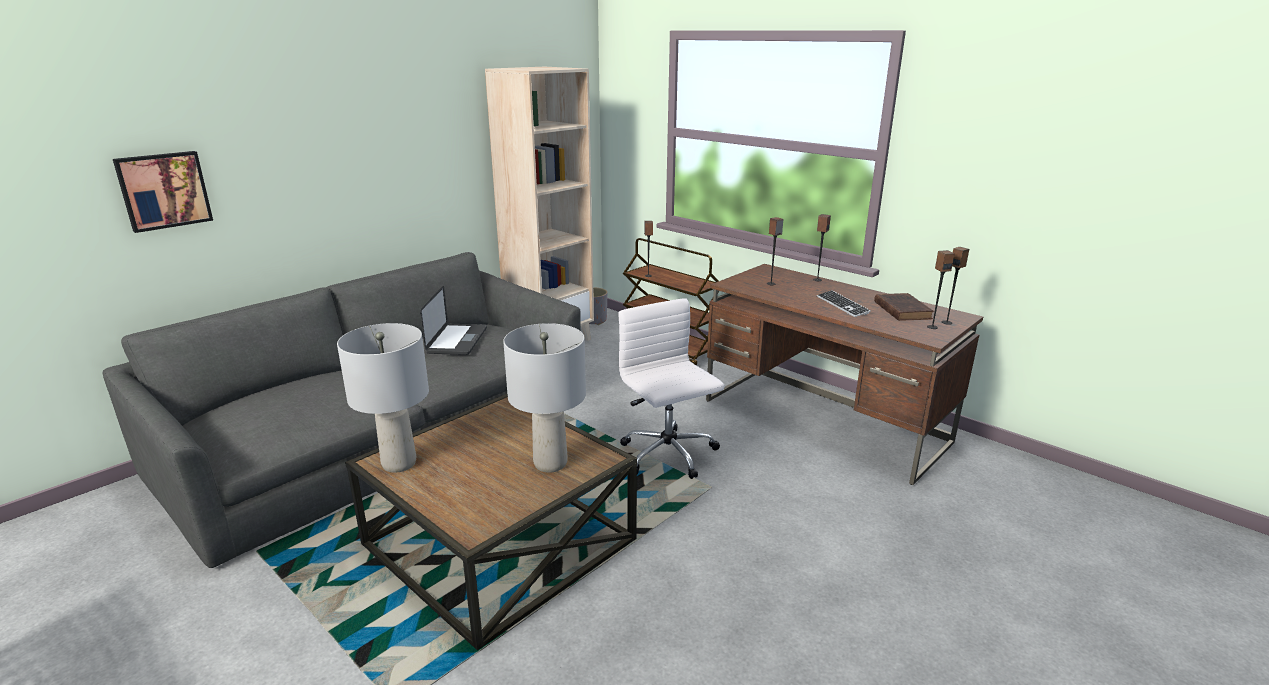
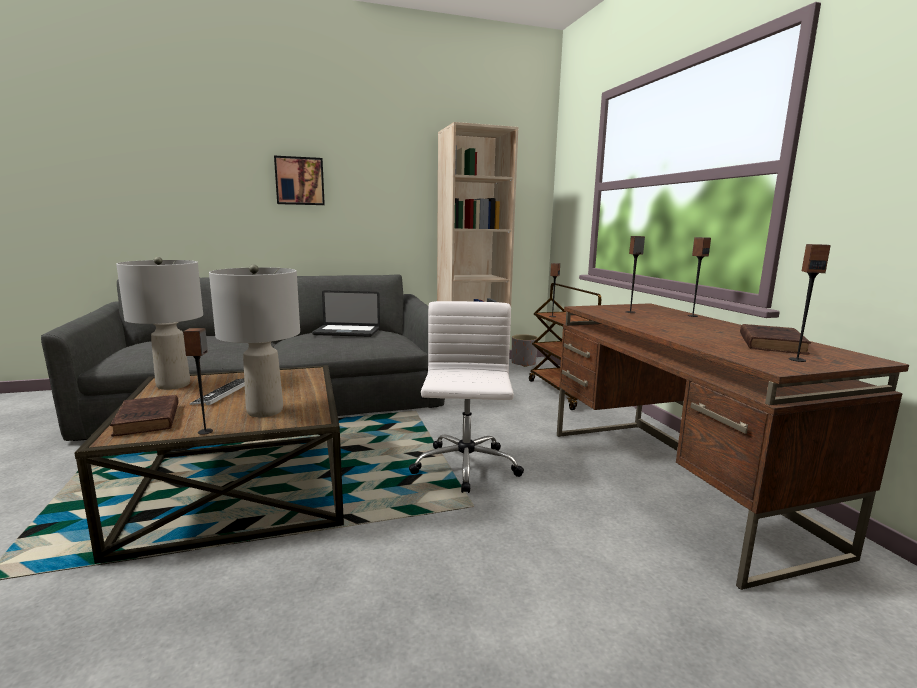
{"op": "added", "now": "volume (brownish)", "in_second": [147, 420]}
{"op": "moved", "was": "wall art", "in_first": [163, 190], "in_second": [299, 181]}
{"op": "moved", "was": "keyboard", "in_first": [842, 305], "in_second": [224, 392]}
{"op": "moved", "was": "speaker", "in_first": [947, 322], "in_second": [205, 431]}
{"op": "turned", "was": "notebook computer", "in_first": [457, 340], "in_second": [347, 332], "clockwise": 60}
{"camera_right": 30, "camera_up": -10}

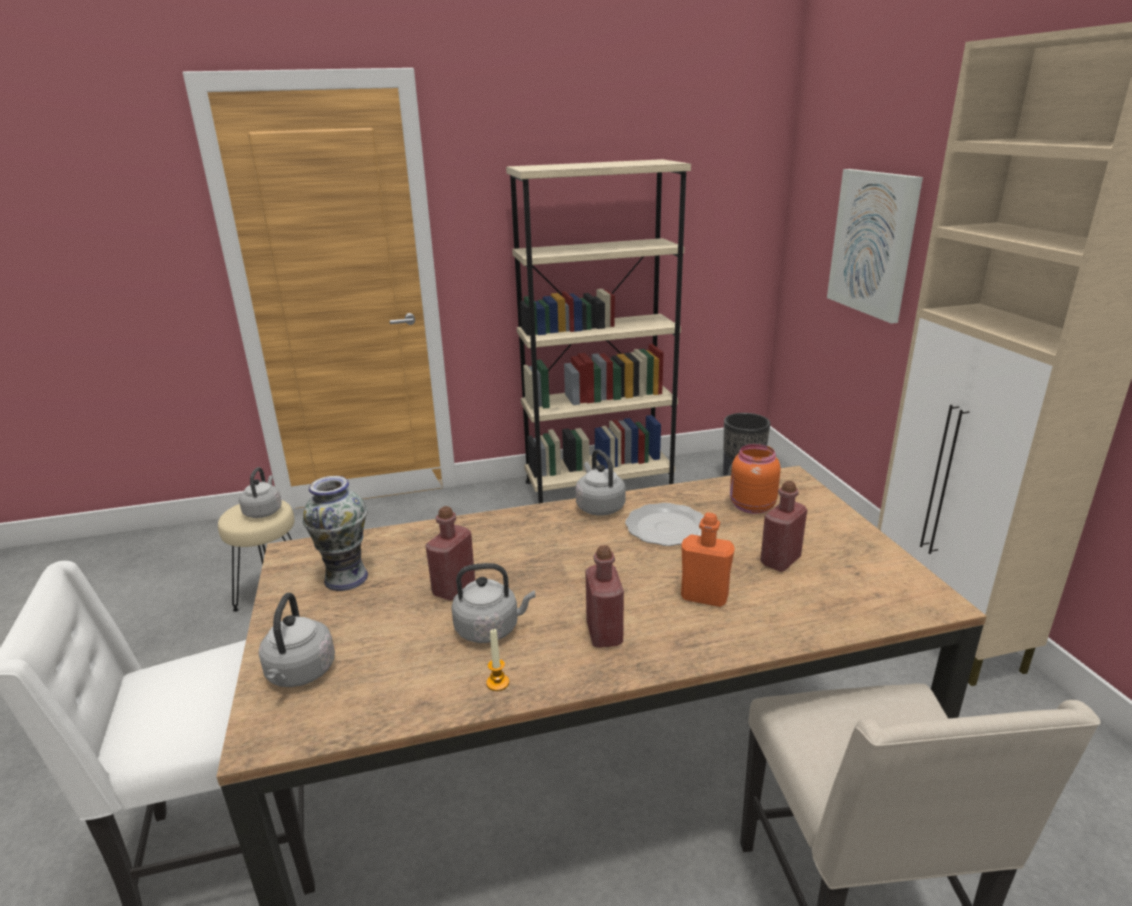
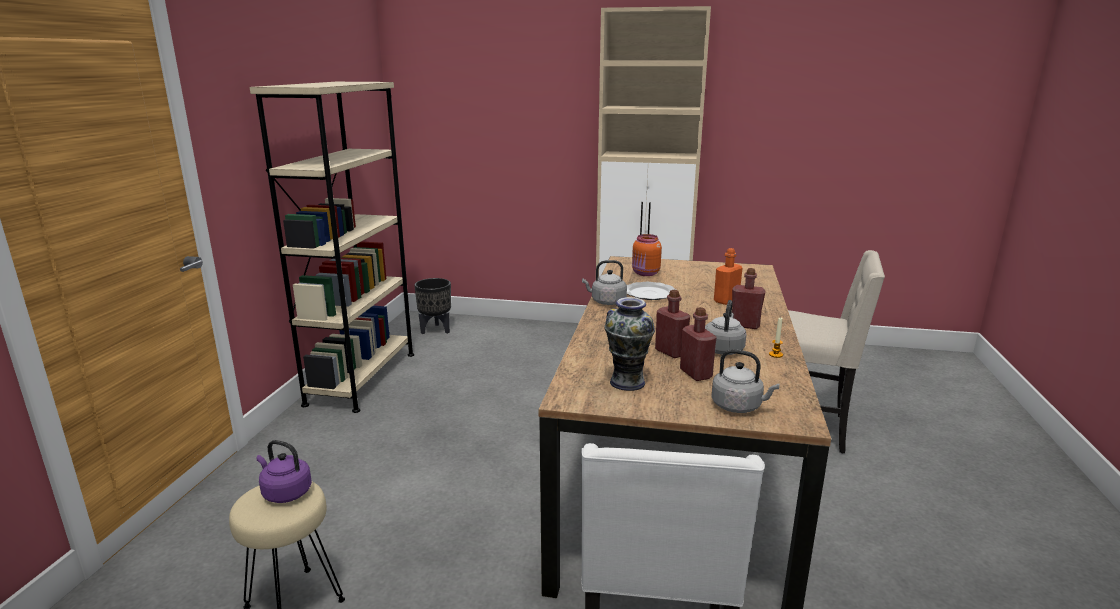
{"op": "removed", "was": "wall art", "in_first": [873, 243]}
{"op": "moved", "was": "drink bottle (red-coloured)", "in_first": [780, 561], "in_second": [695, 374]}
{"op": "recoloured", "was": "kettle (gray)", "now": "kettle (purple)", "in_first": [264, 511], "in_second": [285, 492]}
{"camera_right": -65, "camera_up": -5}

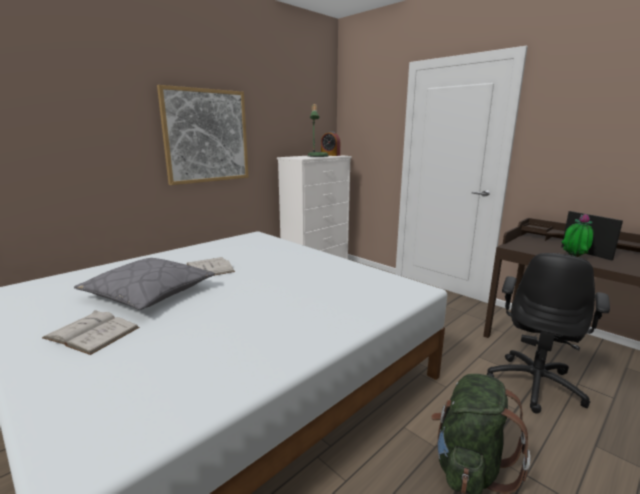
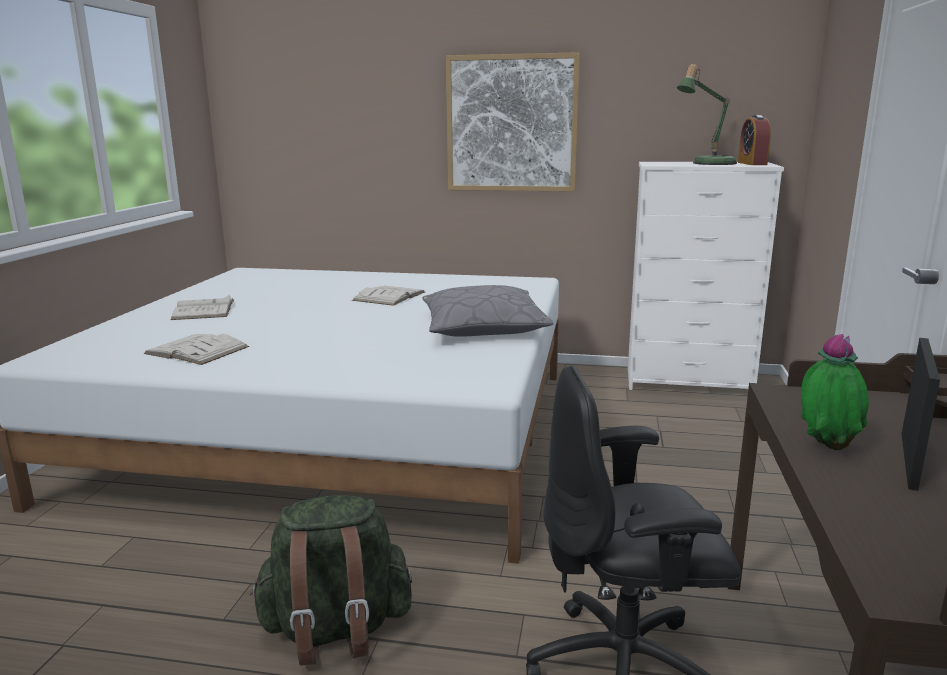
{"op": "added", "now": "volume (whitish)", "in_second": [197, 350]}
{"op": "moved", "was": "cushion (gray)", "in_first": [149, 293], "in_second": [483, 327]}
{"camera_right": 55, "camera_up": 0}

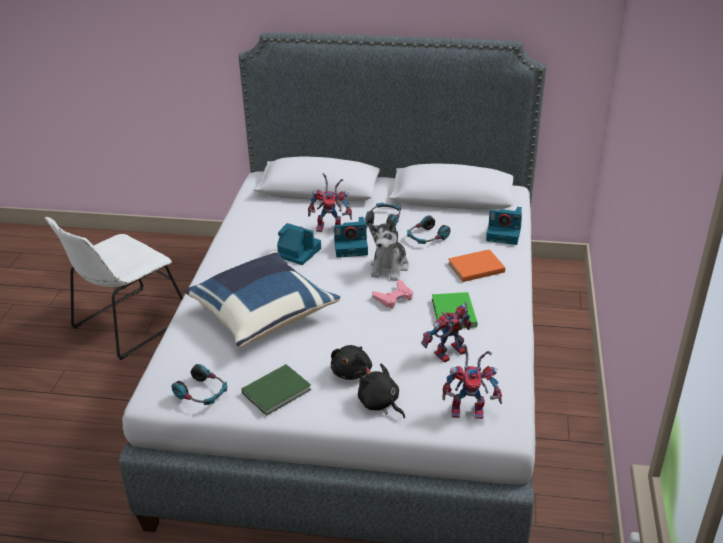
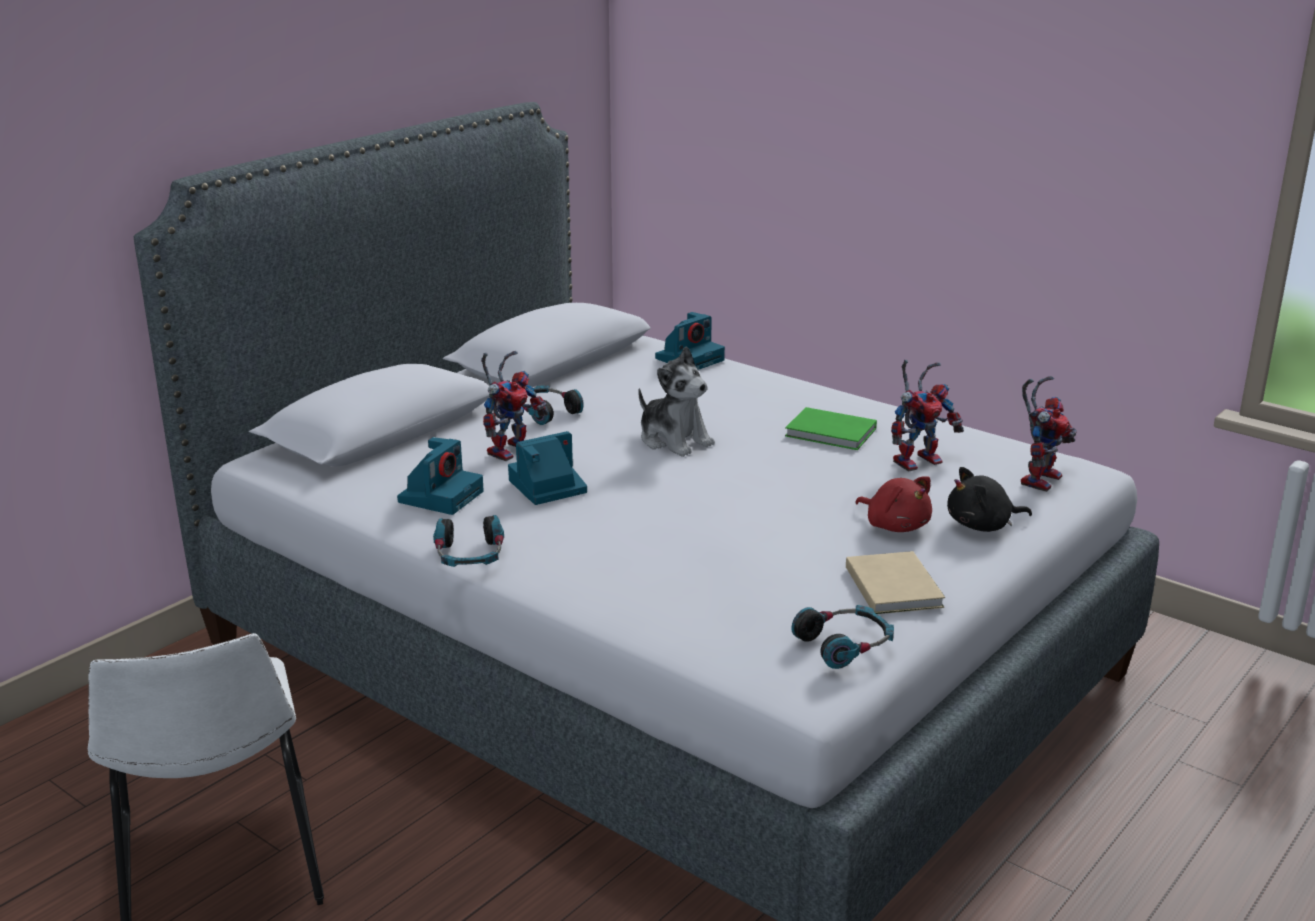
{"op": "removed", "was": "cushion (bluish)", "in_first": [262, 314]}
{"op": "removed", "was": "game controller (pink)", "in_first": [394, 297]}
{"op": "removed", "was": "volume (orangey)", "in_first": [474, 267]}
{"op": "moved", "was": "still camera", "in_first": [351, 246], "in_second": [441, 496]}
{"op": "moved", "was": "pair of headphones", "in_first": [427, 237], "in_second": [470, 556]}
{"op": "recoloured", "was": "volume (greenish)", "now": "volume (sand-coloured)", "in_first": [278, 391], "in_second": [894, 585]}
{"op": "recoloured", "was": "plush toy (black-coloured)", "now": "plush toy (red-coloured)", "in_first": [352, 372], "in_second": [895, 525]}
{"op": "turned", "was": "model robot", "in_first": [449, 355], "in_second": [918, 460], "clockwise": -120}
{"camera_right": -60, "camera_up": -10}

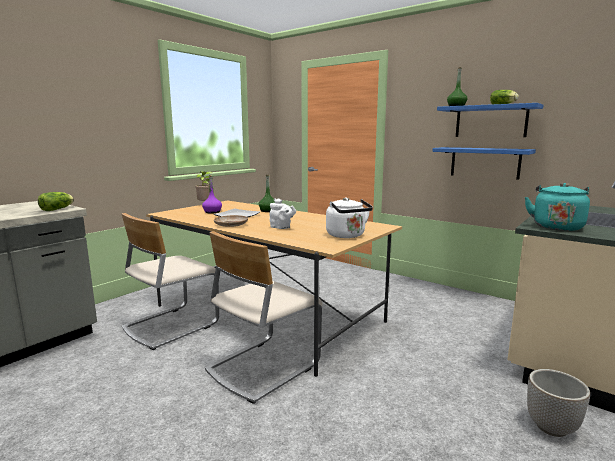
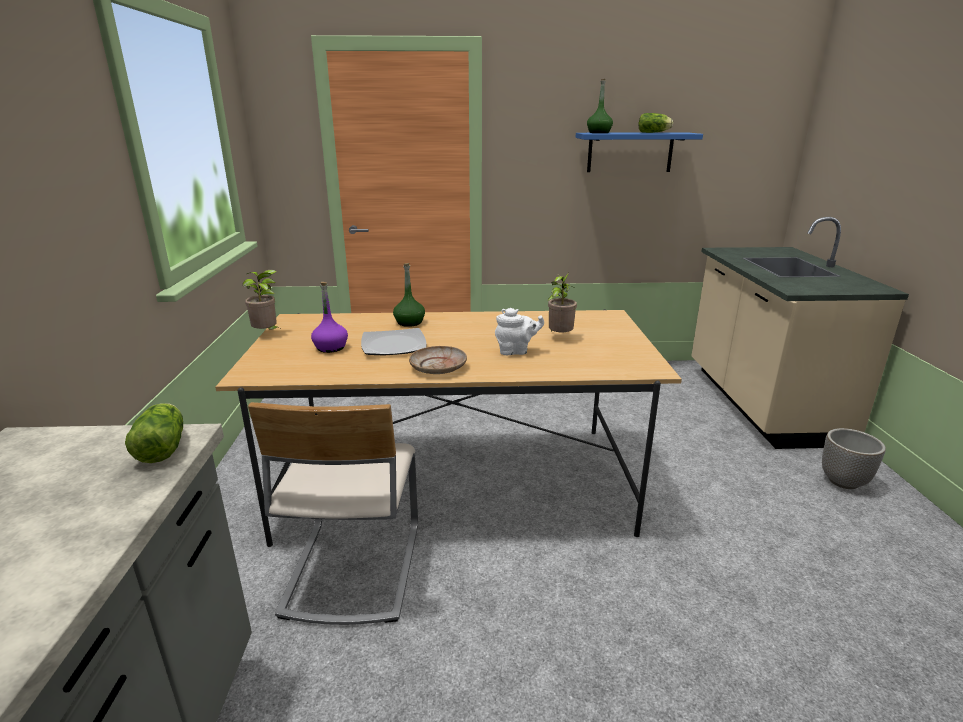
{"op": "removed", "was": "plain chair (sand-coloured)", "in_first": [262, 367]}
{"op": "removed", "was": "kettle (whitish)", "in_first": [347, 236]}
{"op": "removed", "was": "bracket shelf (bluish)", "in_first": [485, 162]}
{"op": "removed", "was": "kettle (blue-green)", "in_first": [556, 226]}
{"op": "added", "now": "plant in a pot", "in_second": [559, 337]}
{"camera_right": -40, "camera_up": 10}

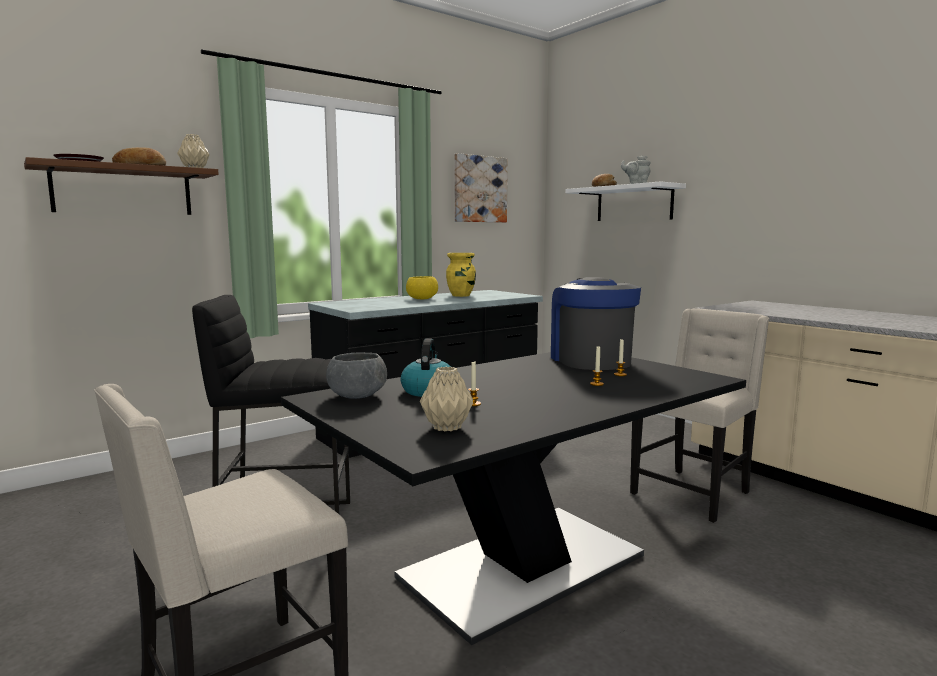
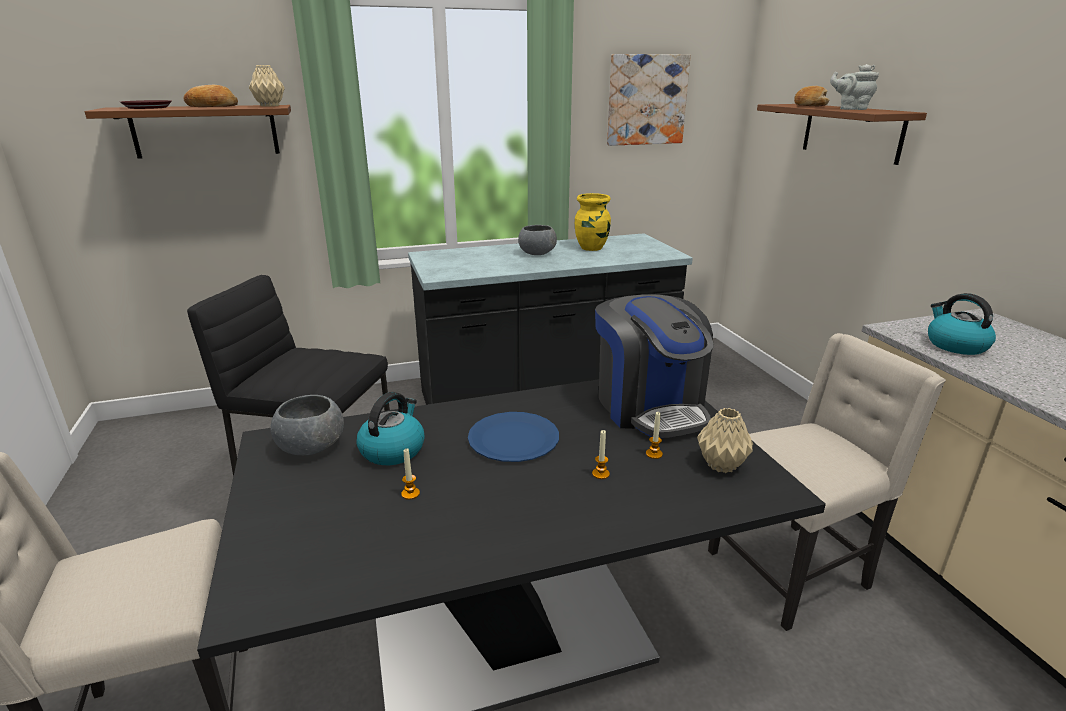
{"op": "added", "now": "flat dish (bluish)", "in_second": [513, 439]}
{"op": "added", "now": "kettle", "in_second": [955, 345]}
{"op": "moved", "was": "flower vase (sand-coloured)", "in_first": [447, 427], "in_second": [722, 465]}
{"op": "recoloured", "was": "serving bowl (yellow)", "now": "serving bowl (gray)", "in_first": [422, 299], "in_second": [537, 253]}
{"op": "recoloured", "was": "bracket shelf (whitish)", "now": "bracket shelf (brownish)", "in_first": [634, 203], "in_second": [851, 132]}
{"op": "turned", "was": "coffee brewer", "in_first": [590, 360], "in_second": [650, 407], "clockwise": 150}
{"camera_right": 20, "camera_up": 15}

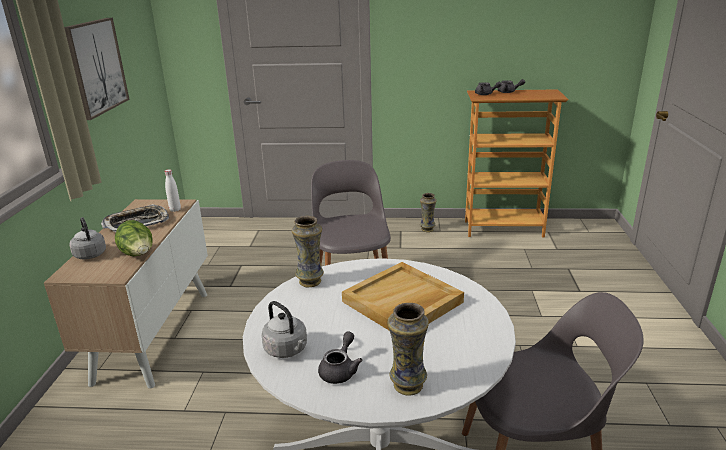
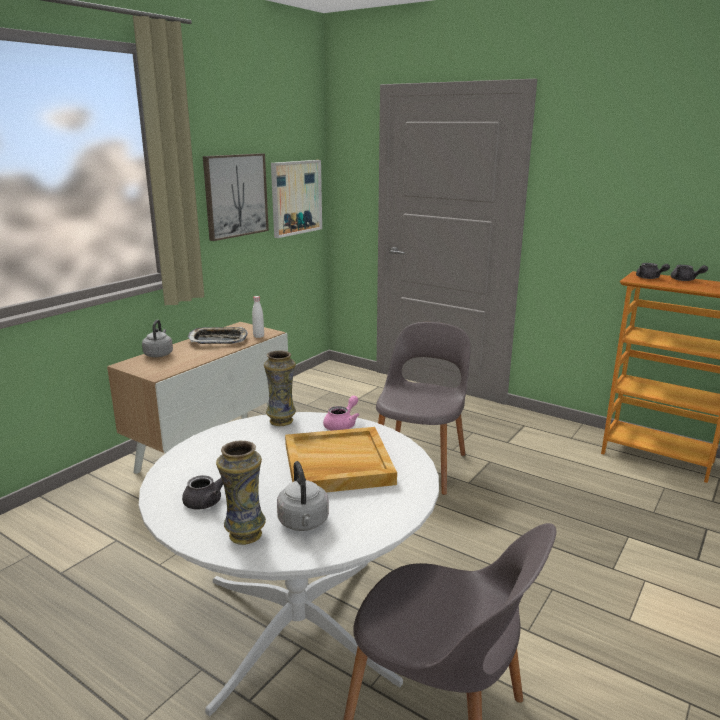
{"op": "removed", "was": "lettuce head", "in_first": [138, 255]}
{"op": "removed", "was": "flower vase", "in_first": [427, 229]}
{"op": "added", "now": "wall art", "in_second": [296, 197]}
{"op": "added", "now": "teapot (pink)", "in_second": [342, 425]}
{"op": "moved", "was": "kettle (gray)", "in_first": [287, 350], "in_second": [304, 523]}
{"camera_right": 30, "camera_up": -5}

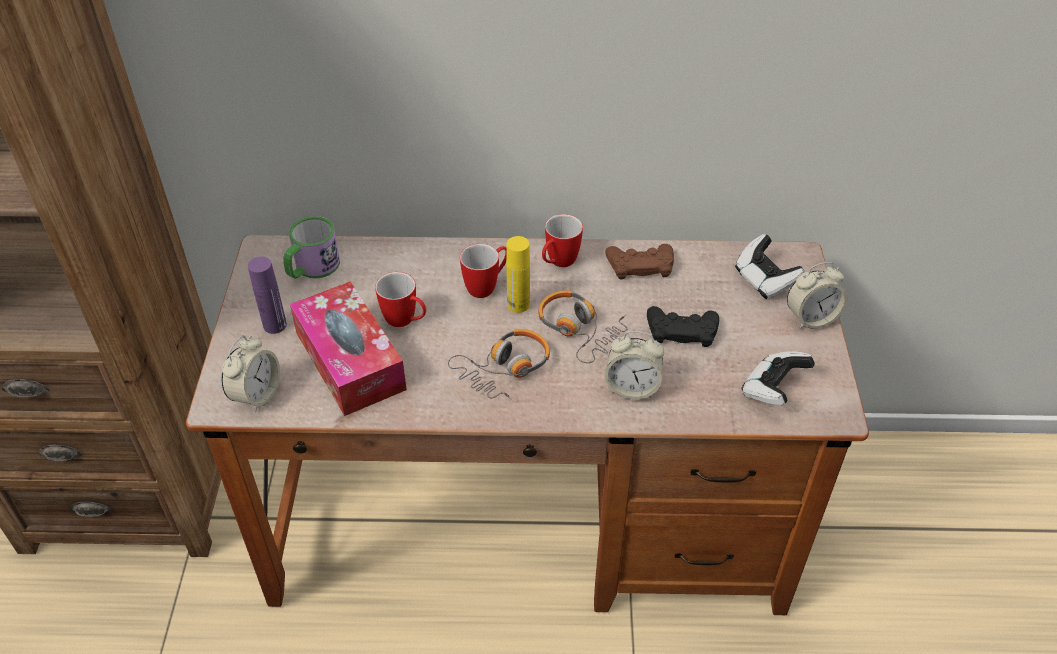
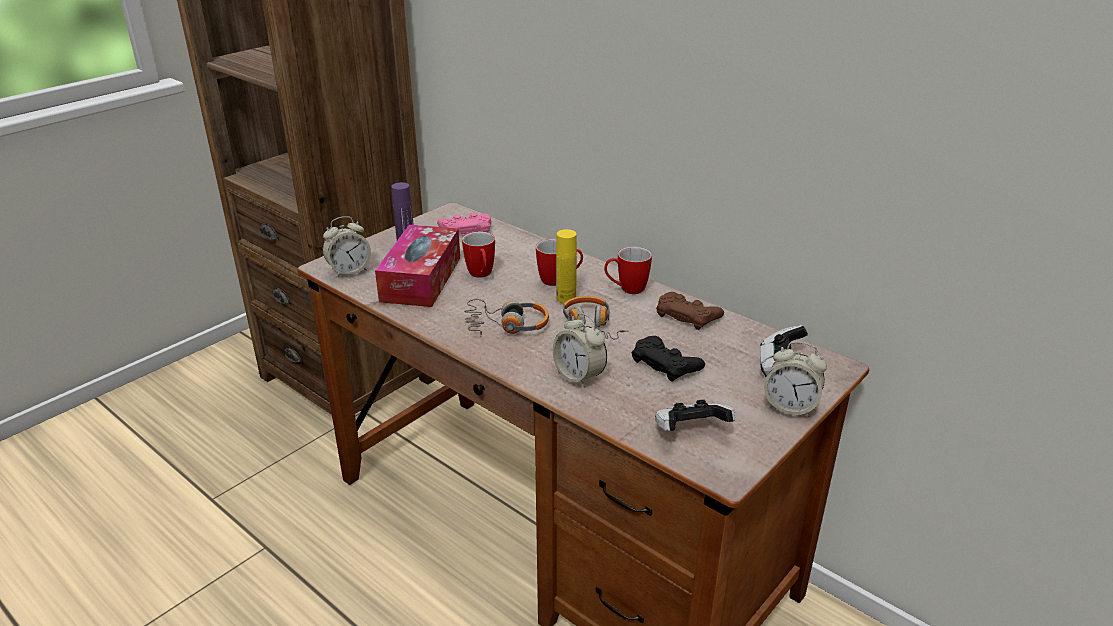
{"op": "replaced", "was": "mug", "now": "game controller (pink)", "in_first": [312, 268], "in_second": [466, 229]}
{"camera_right": 40, "camera_up": -15}

